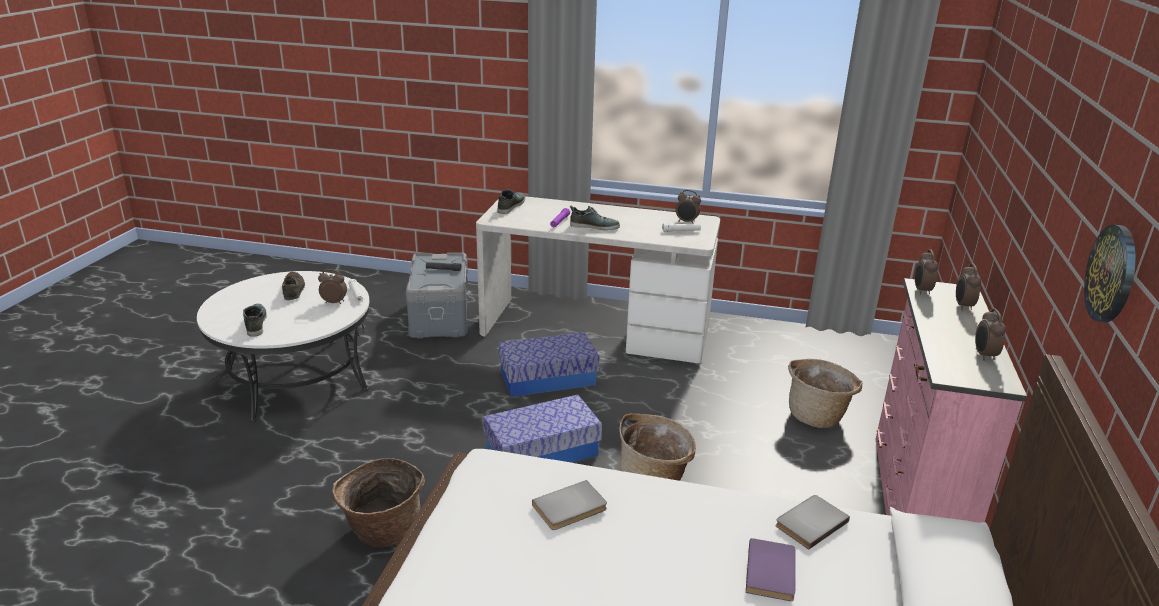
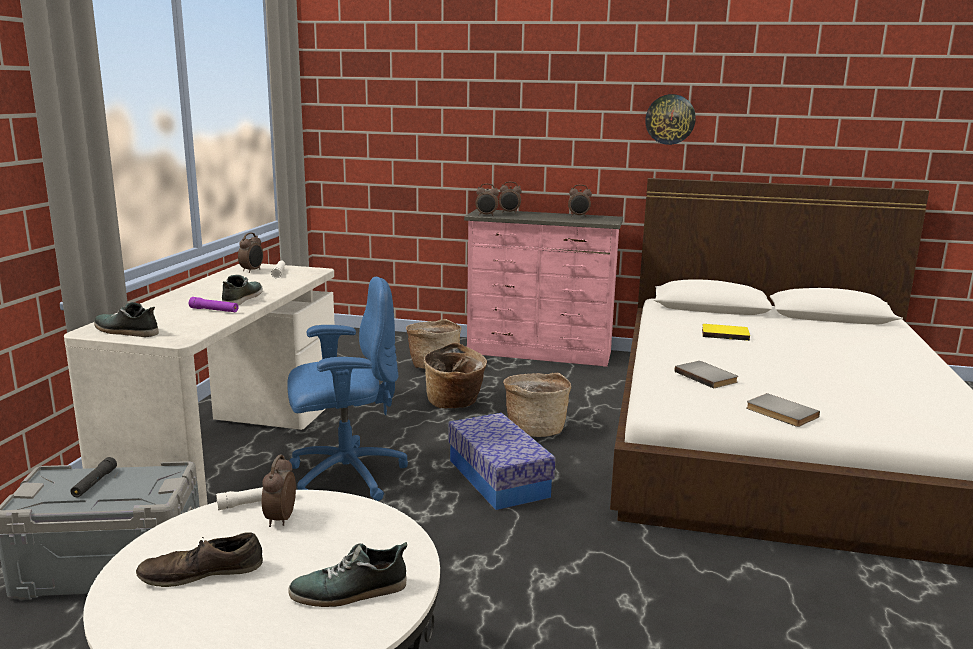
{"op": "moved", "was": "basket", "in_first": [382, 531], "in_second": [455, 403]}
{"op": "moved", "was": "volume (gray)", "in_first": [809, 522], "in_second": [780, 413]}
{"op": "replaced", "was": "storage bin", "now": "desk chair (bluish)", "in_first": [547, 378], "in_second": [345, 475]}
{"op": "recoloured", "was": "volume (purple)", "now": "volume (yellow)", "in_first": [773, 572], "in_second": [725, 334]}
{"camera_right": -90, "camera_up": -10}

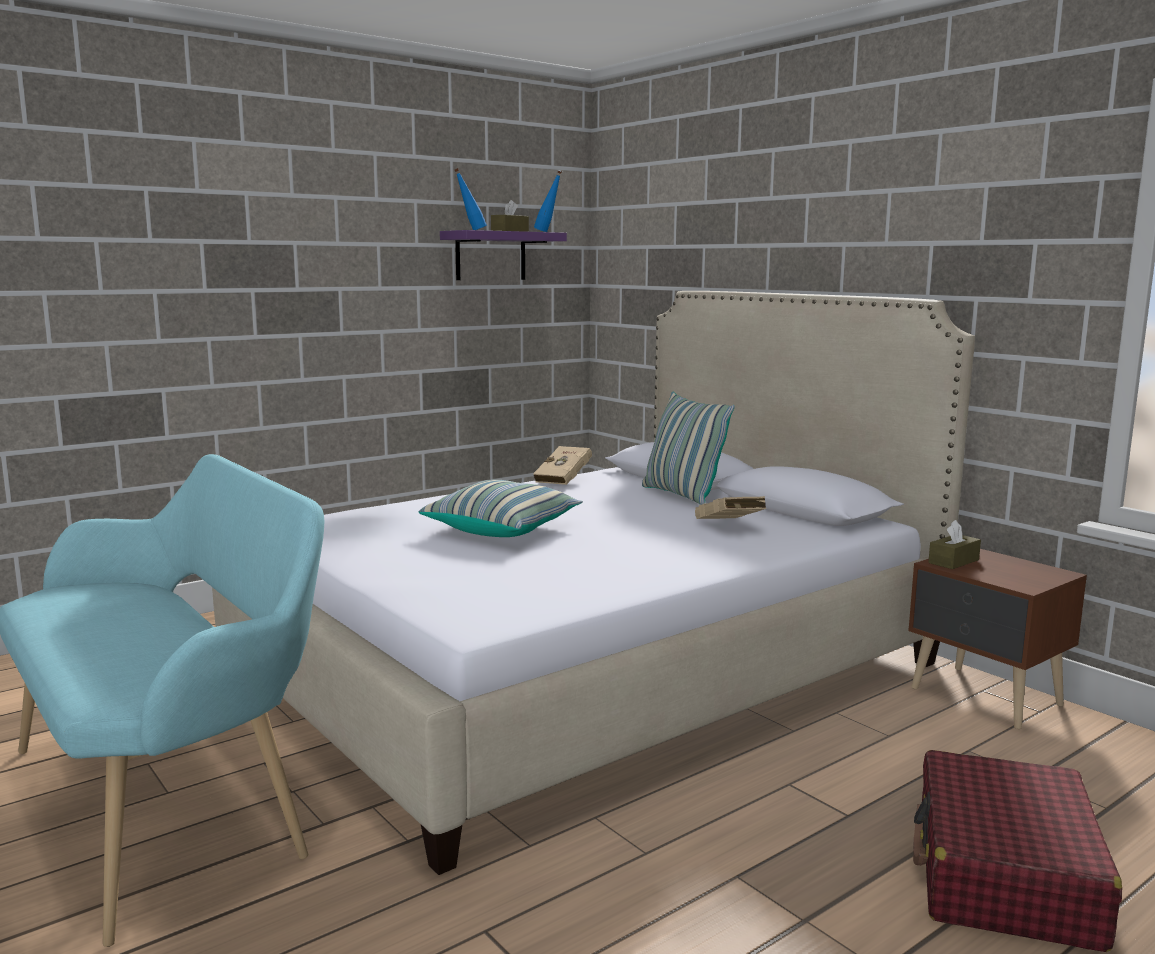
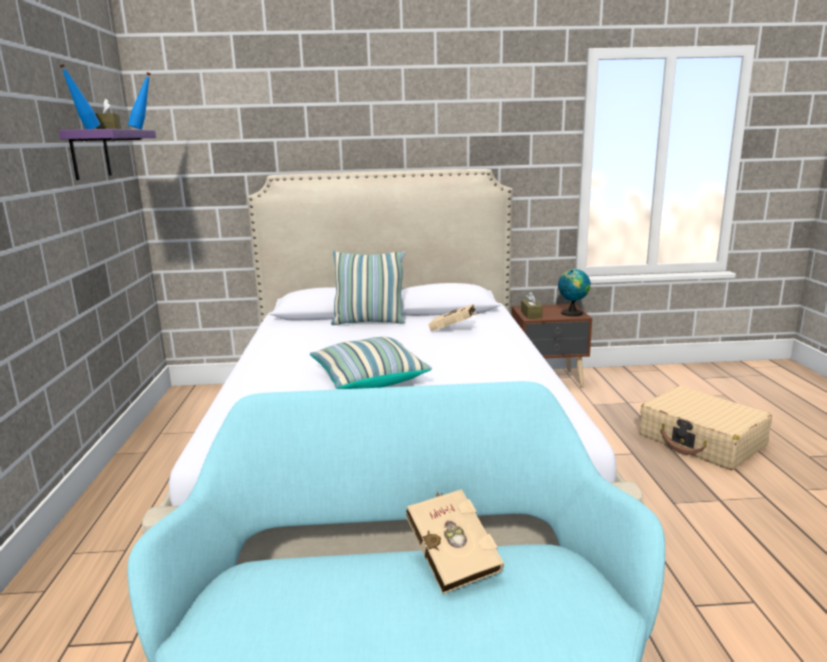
{"op": "added", "now": "desk globe", "in_second": [572, 313]}
{"op": "moved", "was": "volume (sand-coloured)", "in_first": [565, 480], "in_second": [452, 557]}
{"op": "recoloured", "was": "suitcase (red-coloured)", "now": "suitcase (sand-coloured)", "in_first": [1004, 874], "in_second": [701, 441]}
{"camera_right": -55, "camera_up": 5}

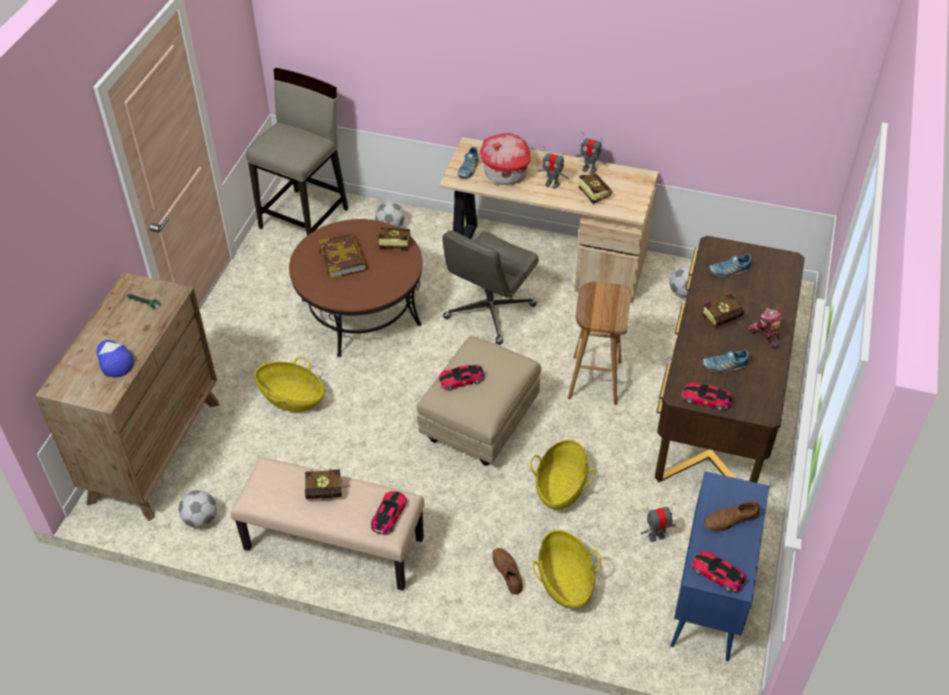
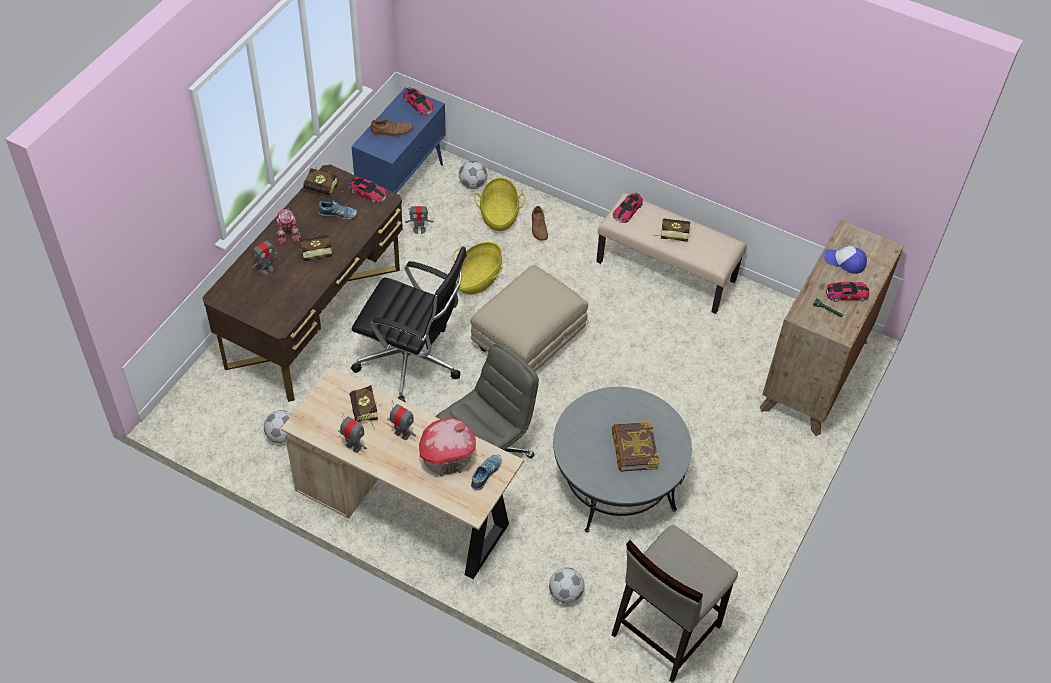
{"op": "removed", "was": "basket", "in_first": [292, 397]}
{"op": "removed", "was": "shoe", "in_first": [729, 271]}
{"op": "added", "now": "model robot", "in_second": [266, 269]}
{"op": "moved", "was": "football ball", "in_first": [201, 519], "in_second": [472, 184]}
{"op": "moved", "was": "volume", "in_first": [391, 244], "in_second": [324, 190]}
{"op": "moved", "was": "miniature car", "in_first": [461, 380], "in_second": [846, 294]}
{"op": "replaced", "was": "stool (brownish)", "now": "desk chair (black-coloured)", "in_first": [594, 379], "in_second": [411, 362]}
{"op": "recoloured", "was": "low table (brownish)", "now": "low table (gray)", "in_first": [360, 311], "in_second": [616, 482]}
{"op": "turned", "was": "baseball cap", "in_first": [114, 360], "in_second": [845, 262], "clockwise": 135}
{"camera_right": -170, "camera_up": 5}

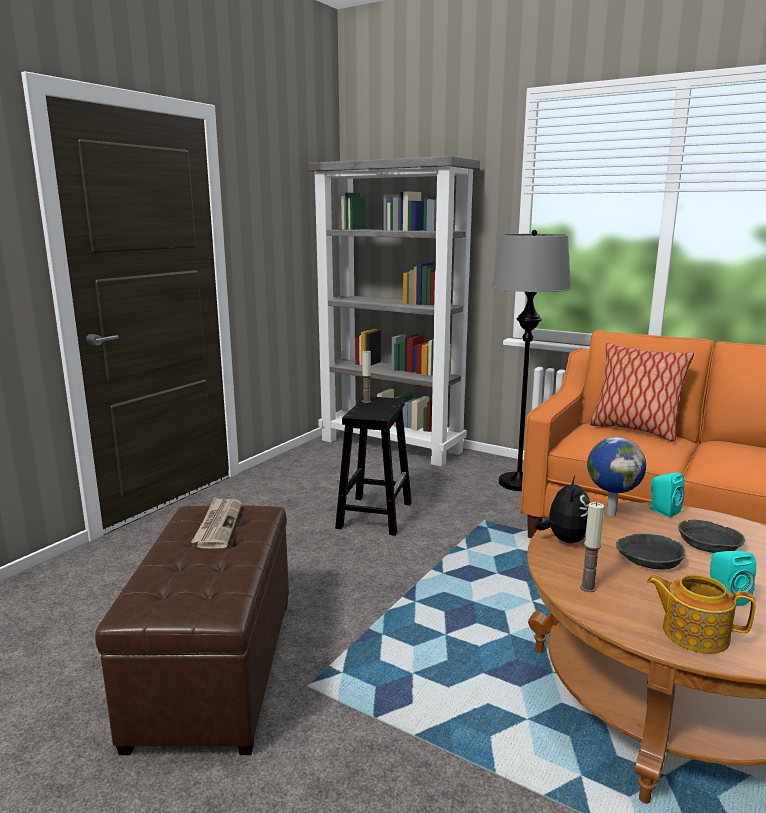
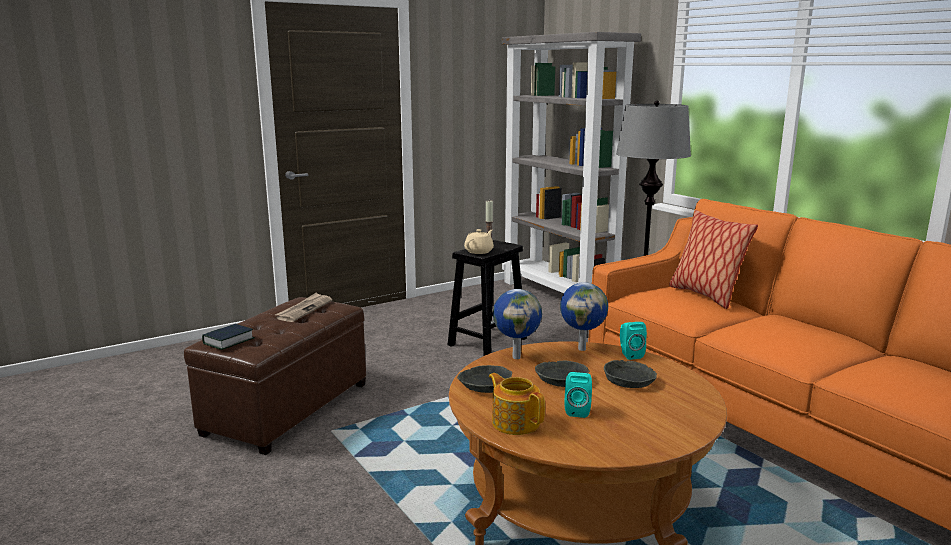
{"op": "added", "now": "volume", "in_second": [228, 341]}
{"op": "added", "now": "teapot (sand-coloured)", "in_second": [479, 251]}
{"op": "replaced", "was": "plush toy", "now": "desk globe", "in_first": [564, 539], "in_second": [516, 357]}
{"op": "replaced", "was": "wax light", "now": "serving bowl (gray)", "in_first": [588, 588], "in_second": [484, 385]}
{"camera_right": 25, "camera_up": 0}

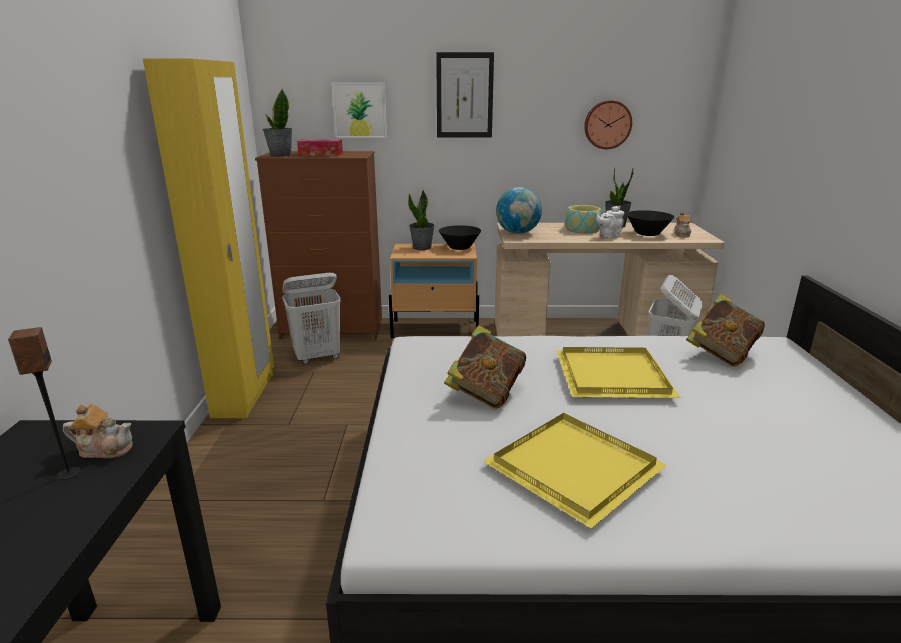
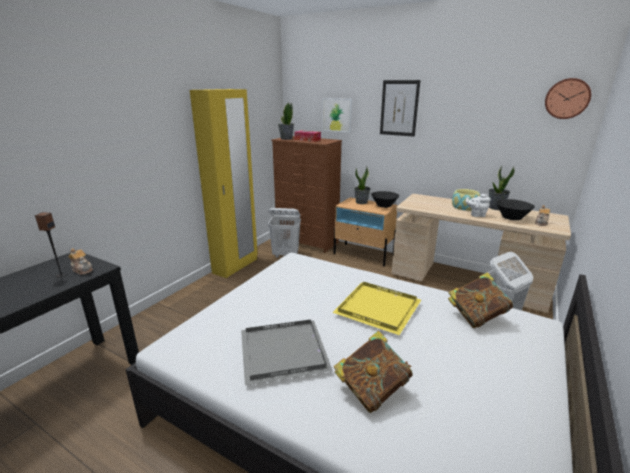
{"op": "removed", "was": "desk globe", "in_first": [517, 233]}
{"op": "moved", "was": "volume", "in_first": [485, 393], "in_second": [372, 390]}
{"op": "moved", "was": "hanging clock", "in_first": [607, 124], "in_second": [567, 98]}
{"op": "recoloured", "was": "serving tray (yellow)", "now": "serving tray (gray)", "in_first": [577, 468], "in_second": [285, 353]}
{"camera_right": 30, "camera_up": 0}

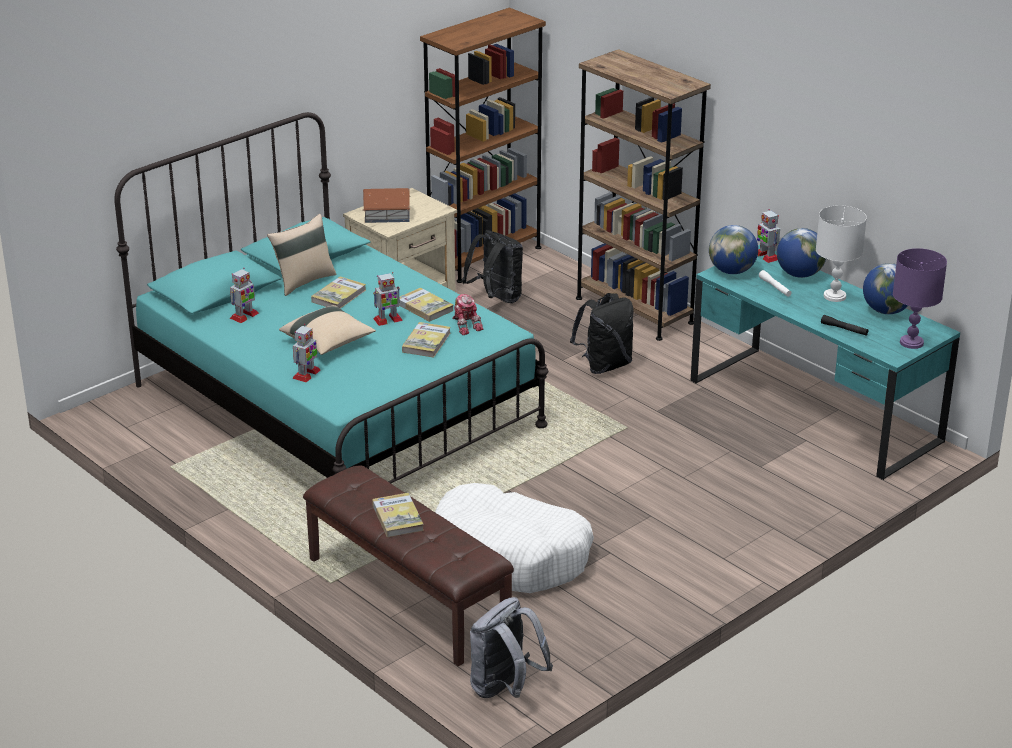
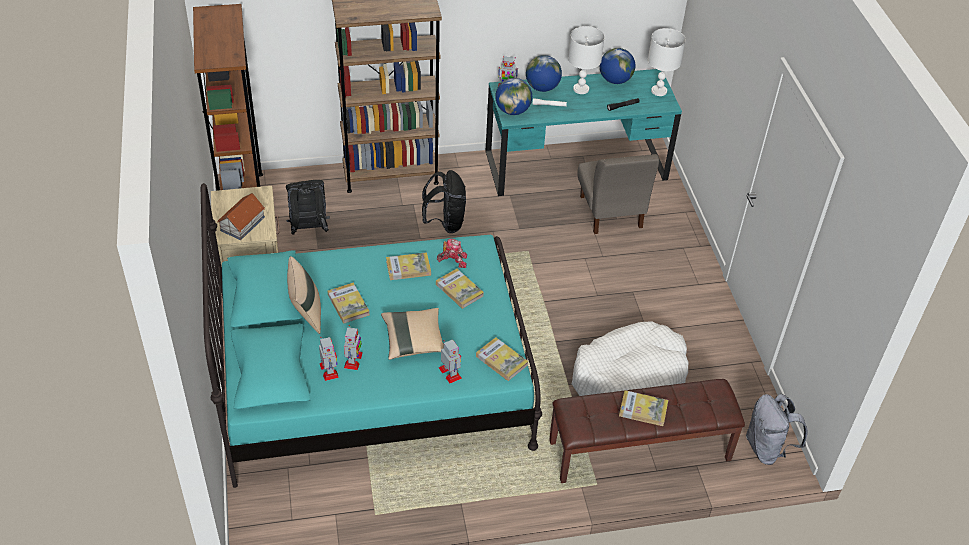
{"op": "added", "now": "volume", "in_second": [501, 360]}
{"op": "added", "now": "plain chair (gray)", "in_second": [610, 212]}
{"op": "moved", "was": "model robot", "in_first": [387, 320], "in_second": [353, 360]}
{"op": "recoloured", "was": "tabletop lamp (purple)", "now": "tabletop lamp (whitish)", "in_first": [911, 342], "in_second": [658, 91]}
{"camera_right": -60, "camera_up": 15}

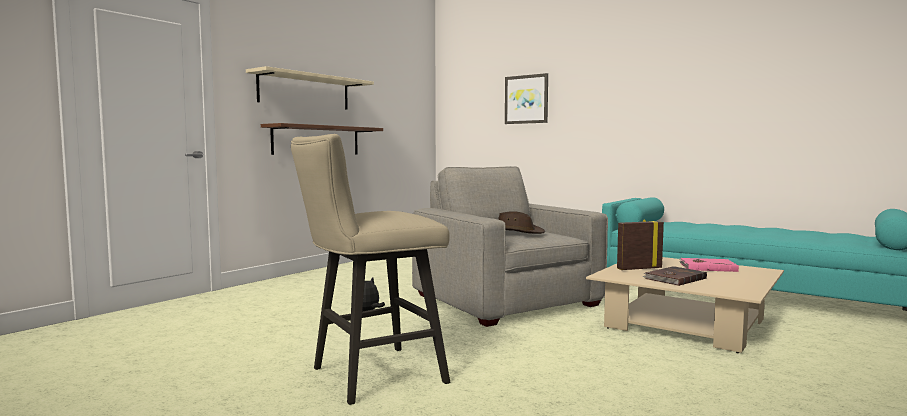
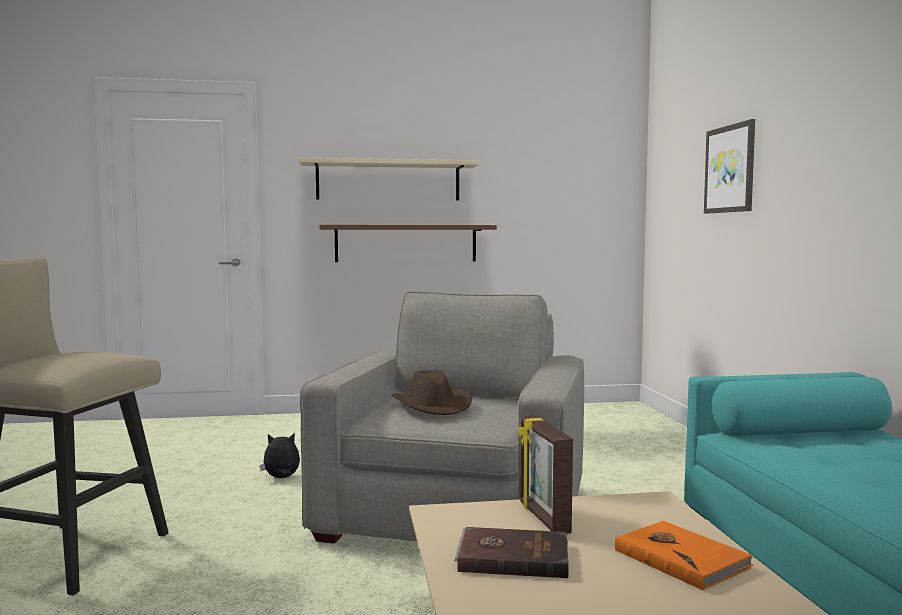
{"op": "recoloured", "was": "volume (pink)", "now": "volume (orangey)", "in_first": [707, 267], "in_second": [681, 558]}
{"op": "turned", "was": "standing frame", "in_first": [639, 268], "in_second": [542, 518], "clockwise": -135}
{"camera_right": 45, "camera_up": 0}

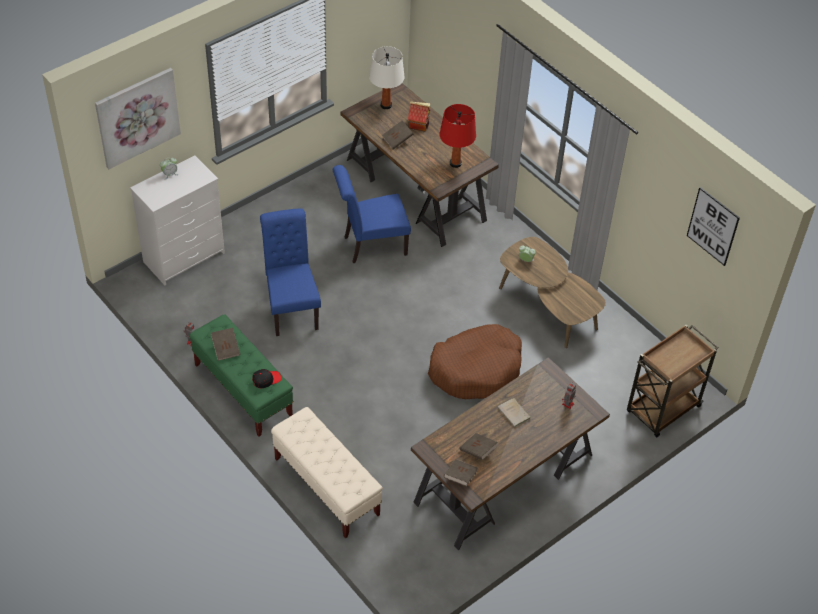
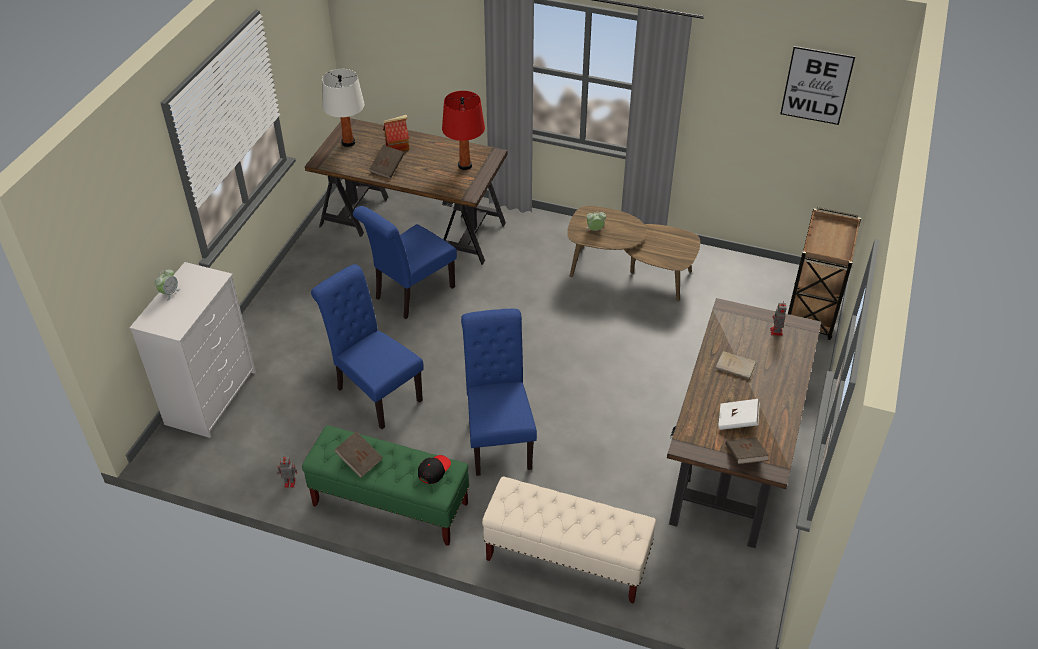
{"op": "removed", "was": "wall art", "in_first": [138, 117]}
{"op": "removed", "was": "dog bed (brownish)", "in_first": [476, 369]}
{"op": "added", "now": "plain chair (bluish)", "in_second": [498, 438]}
{"op": "recoloured", "was": "volume (brownish)", "now": "volume (whitish)", "in_first": [478, 451], "in_second": [737, 421]}
{"camera_right": -30, "camera_up": -5}

